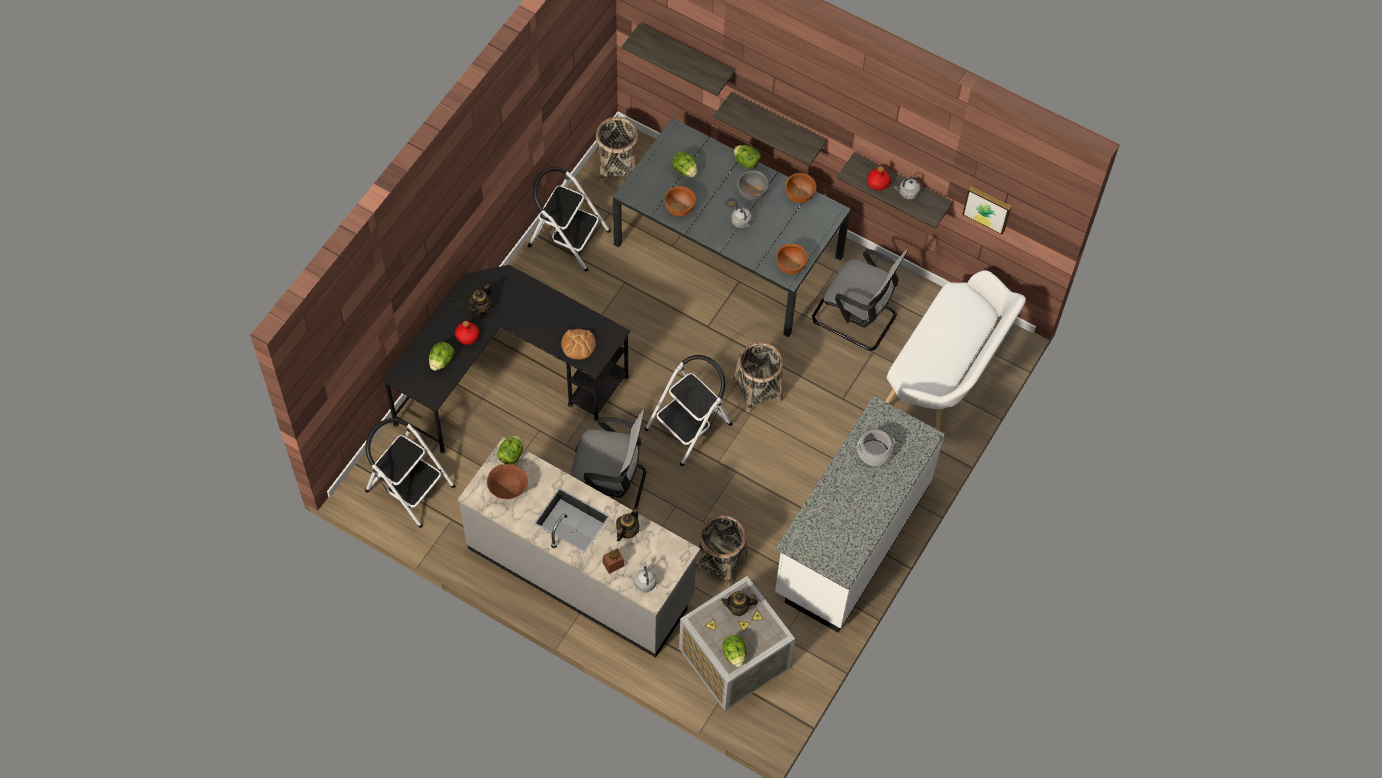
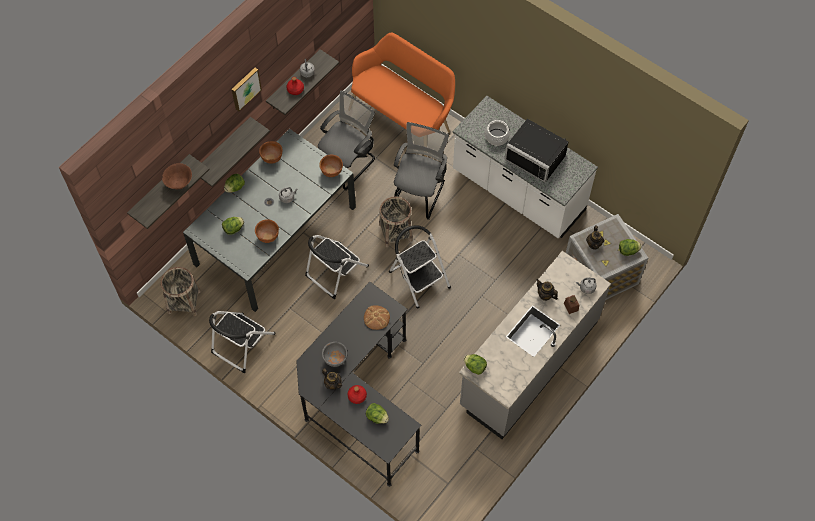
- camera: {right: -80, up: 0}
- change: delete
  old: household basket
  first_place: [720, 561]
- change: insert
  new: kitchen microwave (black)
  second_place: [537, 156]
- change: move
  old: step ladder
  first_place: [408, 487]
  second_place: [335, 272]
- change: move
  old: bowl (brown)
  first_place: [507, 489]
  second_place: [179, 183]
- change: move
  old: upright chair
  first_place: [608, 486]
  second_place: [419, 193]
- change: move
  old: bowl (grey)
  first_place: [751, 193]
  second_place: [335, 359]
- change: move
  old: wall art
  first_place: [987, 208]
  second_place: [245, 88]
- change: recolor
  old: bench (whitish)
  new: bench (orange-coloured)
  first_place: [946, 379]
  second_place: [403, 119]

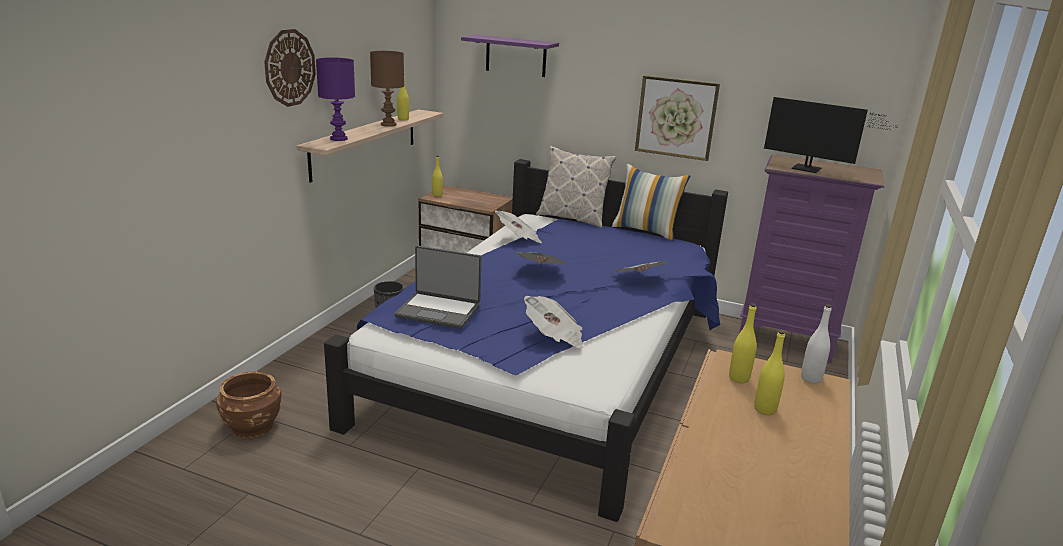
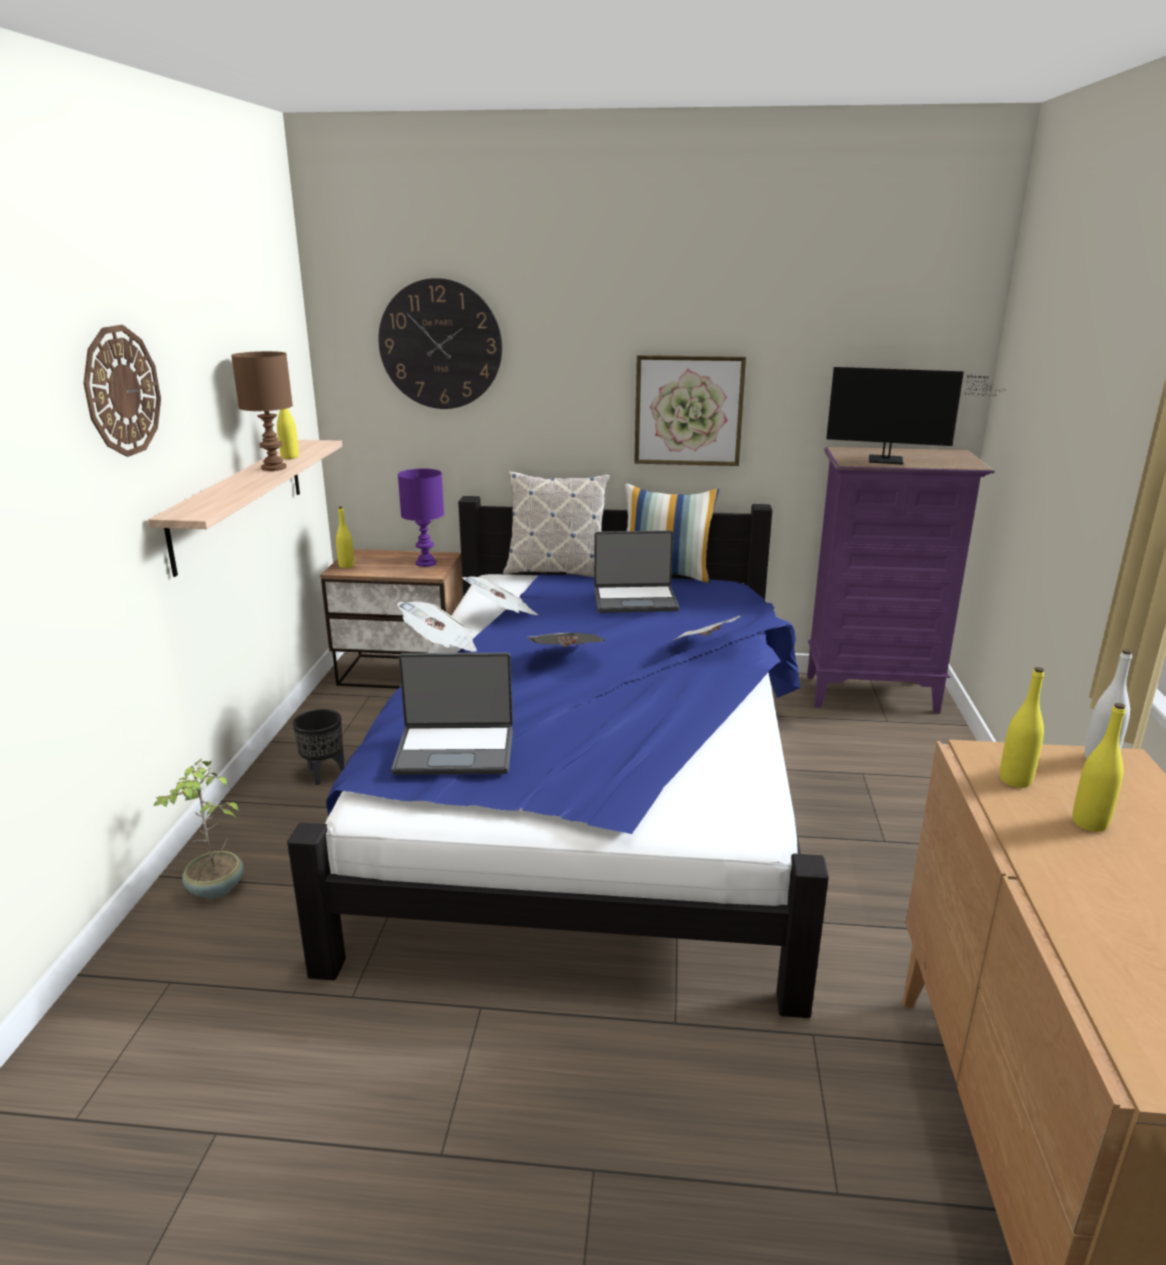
- camera: {right: -15, up: 0}
- change: delete
  old: planter (brown)
  first_place: [252, 426]
- change: insert
  new: plant in a pot
  second_place: [215, 889]
- change: insert
  new: notebook computer
  second_place: [635, 600]
- change: move
  old: lamp for a table (purplish)
  first_place: [339, 139]
  second_place: [426, 563]
- change: move
  old: printed paper
  first_place: [554, 337]
  second_place: [440, 645]
- change: replace
  old: shelf (purplish)
  new: wall clock
  first_place: [516, 56]
  second_place: [440, 344]

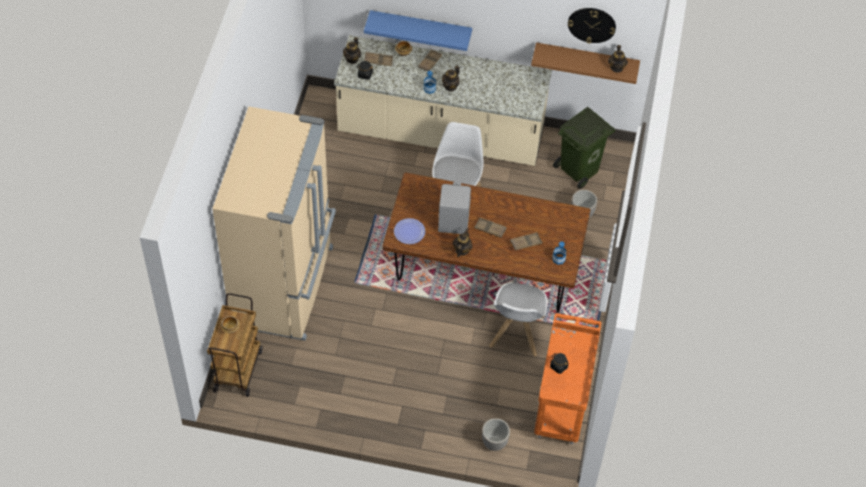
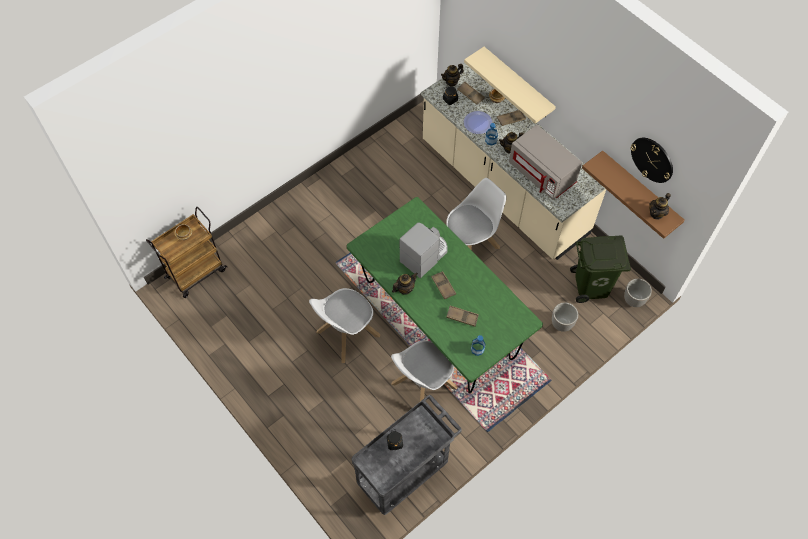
- camera: {right: 40, up: 5}
- change: delete
  old: kitchen fridge (beige)
  first_place: [285, 286]
- change: insert
  new: upright chair
  second_place: [346, 335]
- change: insert
  new: kitchen microwave (grey)
  second_place: [542, 173]
- change: move
  old: plate
  first_place: [409, 231]
  second_place: [478, 123]
- change: move
  old: planter
  first_place: [494, 443]
  second_place: [633, 300]
- change: recolor
  old: shelf (bluish)
  new: shelf (beige)
  first_place: [420, 27]
  second_place: [517, 83]
- change: recolor
  old: dining table (brown)
  new: dining table (greenish)
  first_place: [482, 272]
  second_place: [438, 319]
- change: recolor
  old: wheeled cart (orange-coloured)
  new: wheeled cart (grey)
  first_place: [562, 404]
  second_place: [406, 472]

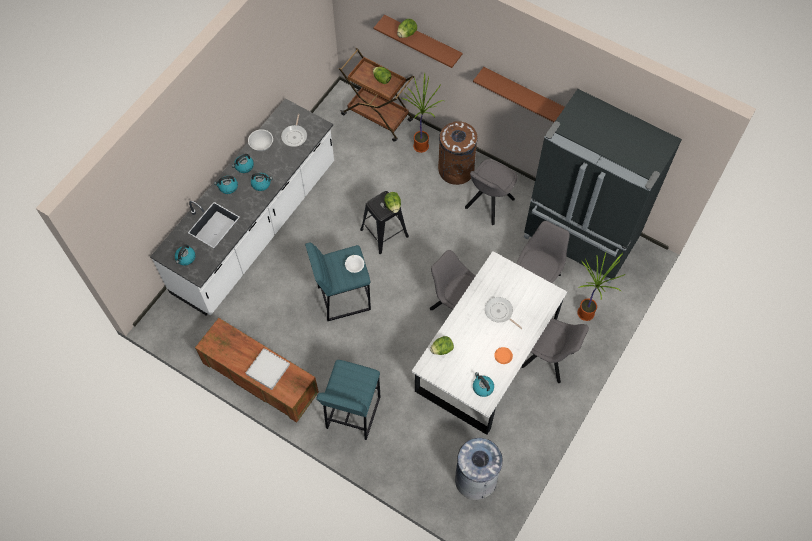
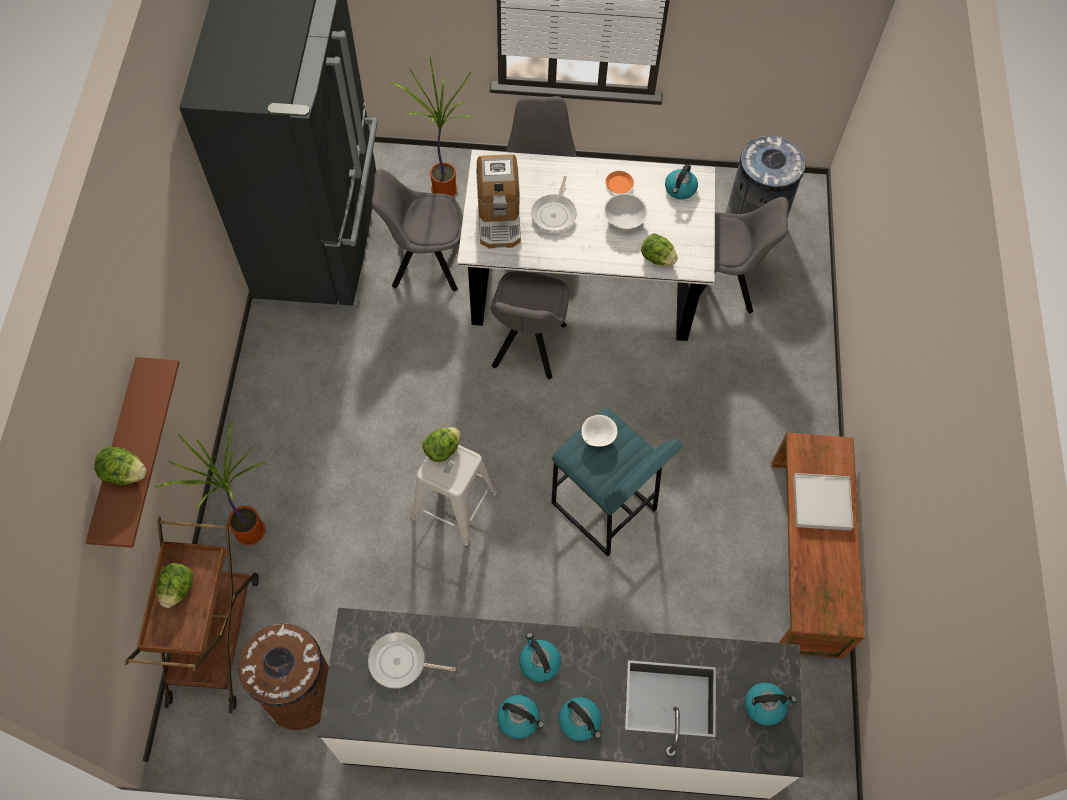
- camera: {right: -120, up: 0}
- change: delete
  old: sitting stool (turquoise-coloured)
  first_place: [352, 414]
- change: delete
  old: shelf (brown)
  first_place: [523, 93]
- change: insert
  new: coffee maker
  second_place: [499, 217]
- change: move
  old: bowl (whitish)
  first_place: [261, 145]
  second_place: [624, 220]
- change: move
  old: rubbish bin (brown)
  first_place: [456, 170]
  second_place: [300, 692]
- change: move
  old: upright chair (grey)
  first_place: [489, 203]
  second_place: [722, 285]
- change: recolor
  old: sitting stool (black)
  new: sitting stool (whitish)
  first_place: [384, 233]
  second_place: [454, 506]
- change: rotate
  old: pan
  first_place: [295, 136]
  second_place: [401, 662]
  degrees: -150

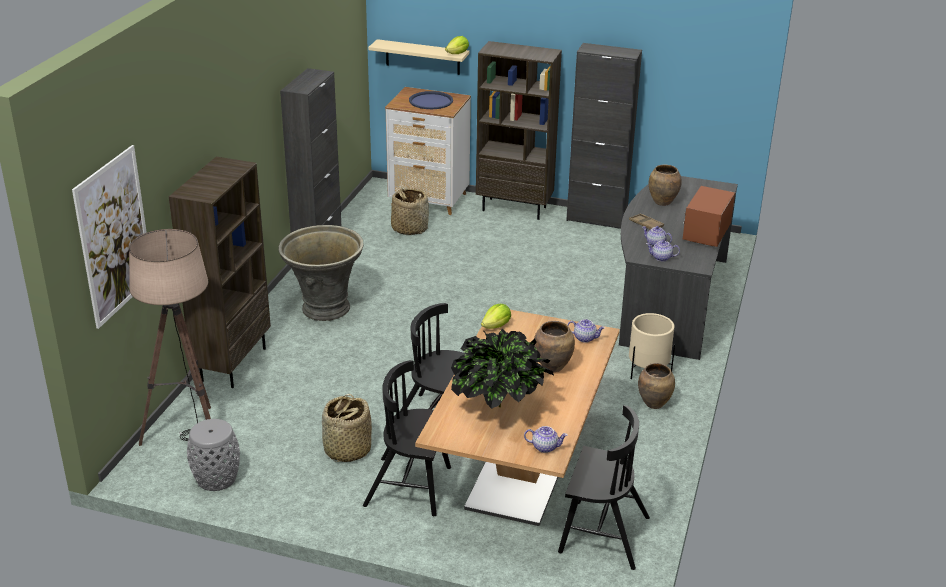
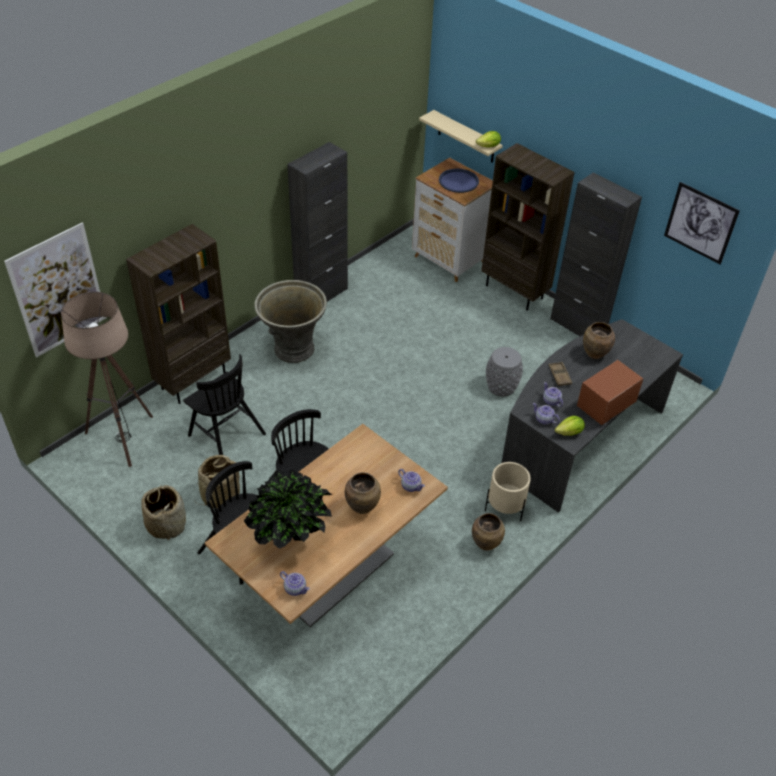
- camera: {right: 25, up: 15}
- change: insert
  new: wall art
  second_place: [700, 223]
- change: move
  old: sitting stool (grey)
  first_place: [216, 478]
  second_place: [501, 387]
- change: move
  old: household basket
  first_place: [409, 228]
  second_place: [166, 524]
- change: move
  old: lettuce
  first_place: [496, 326]
  second_place: [569, 433]
- change: move
  old: upright chair (black)
  first_place: [598, 533]
  second_place: [224, 432]

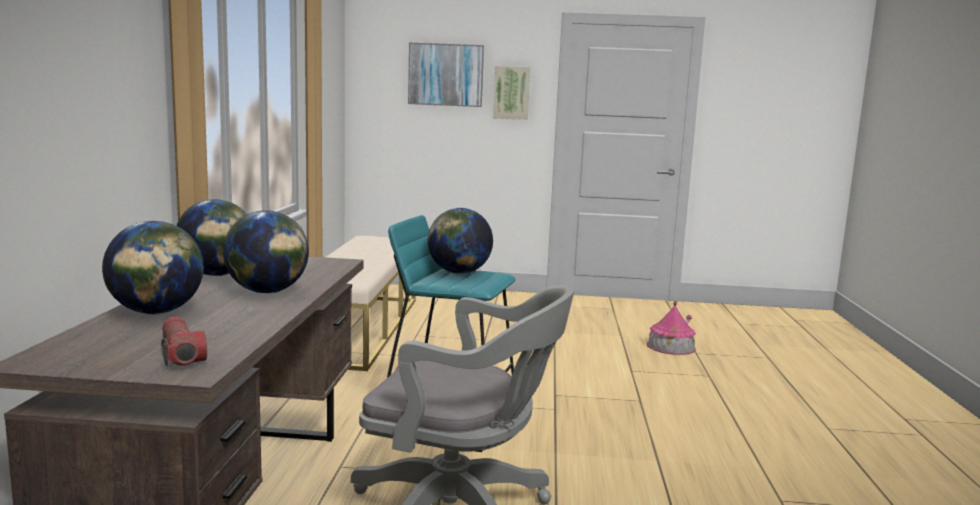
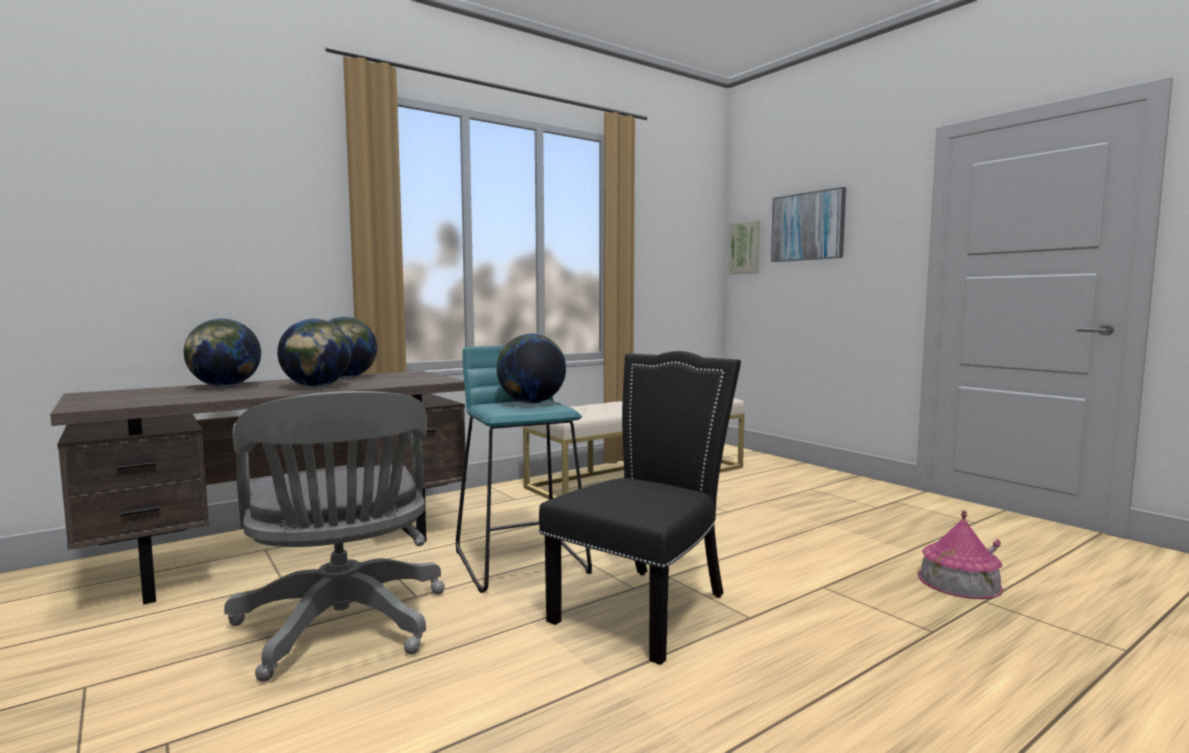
- camera: {right: 50, up: -5}
- change: delete
  old: flashlight
  first_place: [180, 353]
- change: insert
  new: upright chair (black)
  second_place: [642, 611]
- change: move
  old: wall art
  first_place: [511, 93]
  second_place: [745, 248]

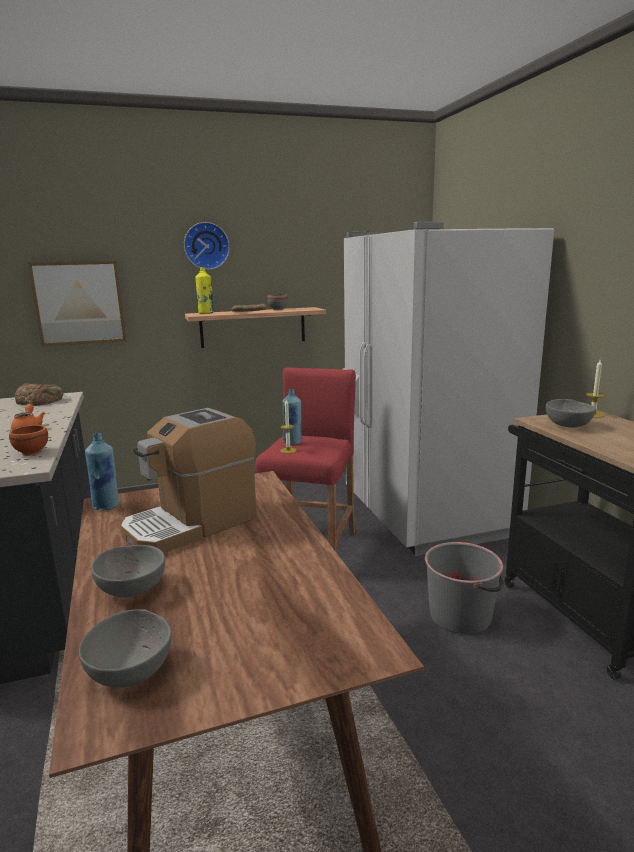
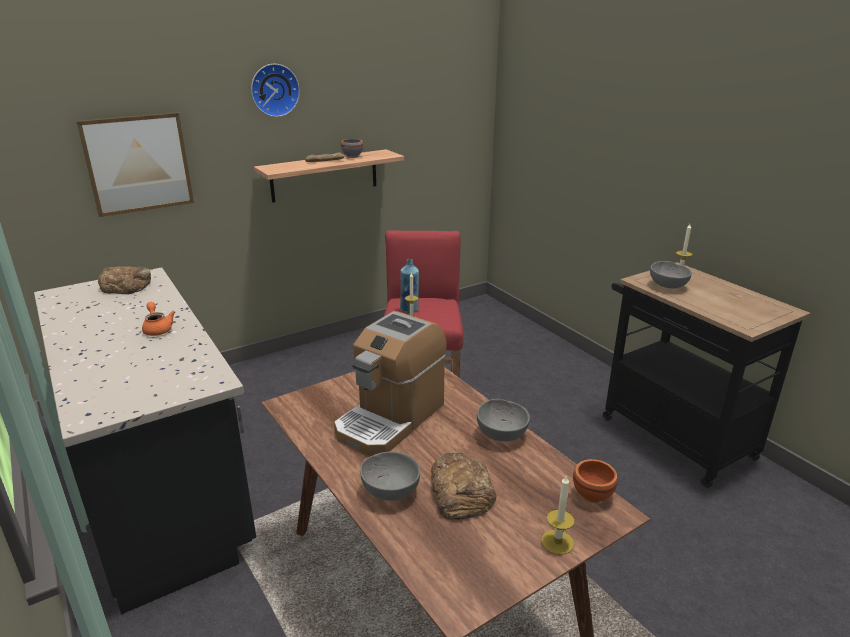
- camera: {right: -15, up: 10}
- change: delete
  old: bottle (bluish)
  first_place: [106, 506]
- change: delete
  old: bottle (yellow-coloured)
  first_place: [206, 313]
- change: delete
  old: kitchen fridge (whitish)
  first_place: [426, 511]
- change: delete
  old: bucket (grey)
  first_place: [461, 615]
- change: insert
  new: baked bread
  second_place: [461, 492]
- change: insert
  new: candle
  second_place: [557, 542]
- change: move
  old: bowl (brown)
  first_place: [32, 452]
  second_place: [591, 494]
- change: move
  old: bowl (grey)
  first_place: [132, 670]
  second_place: [502, 433]

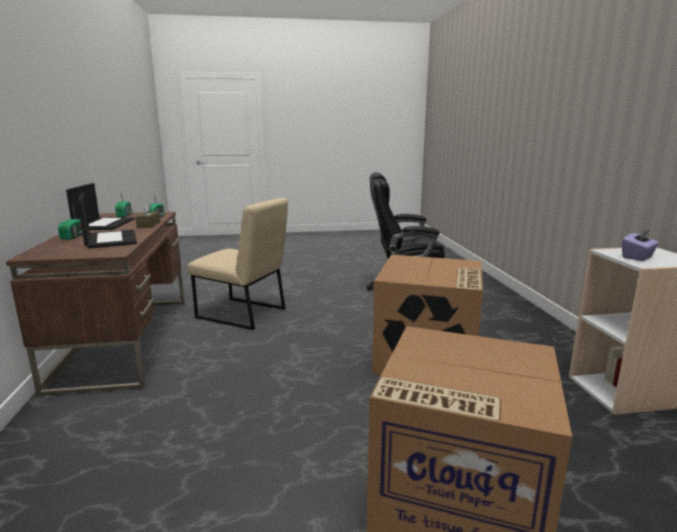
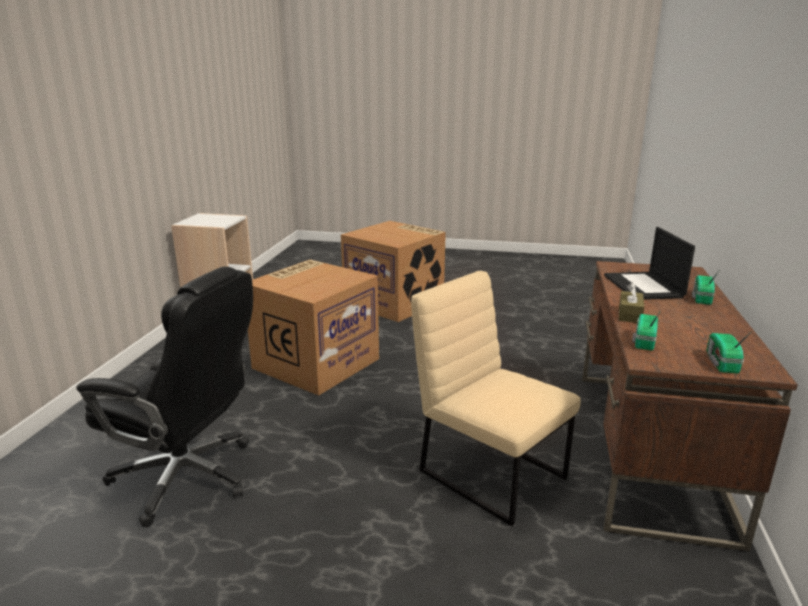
- camera: {right: -160, up: 5}
- change: delete
  old: notebook computer
  first_place: [104, 224]
- change: delete
  old: box of tissues (purplish)
  first_place: [638, 257]

